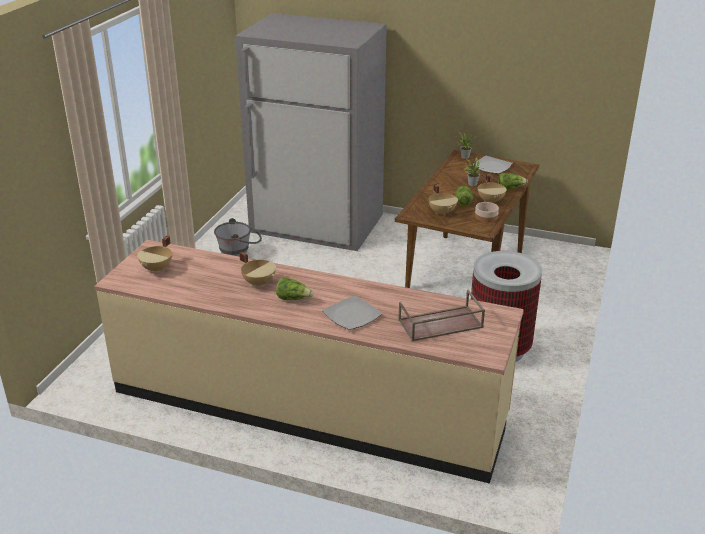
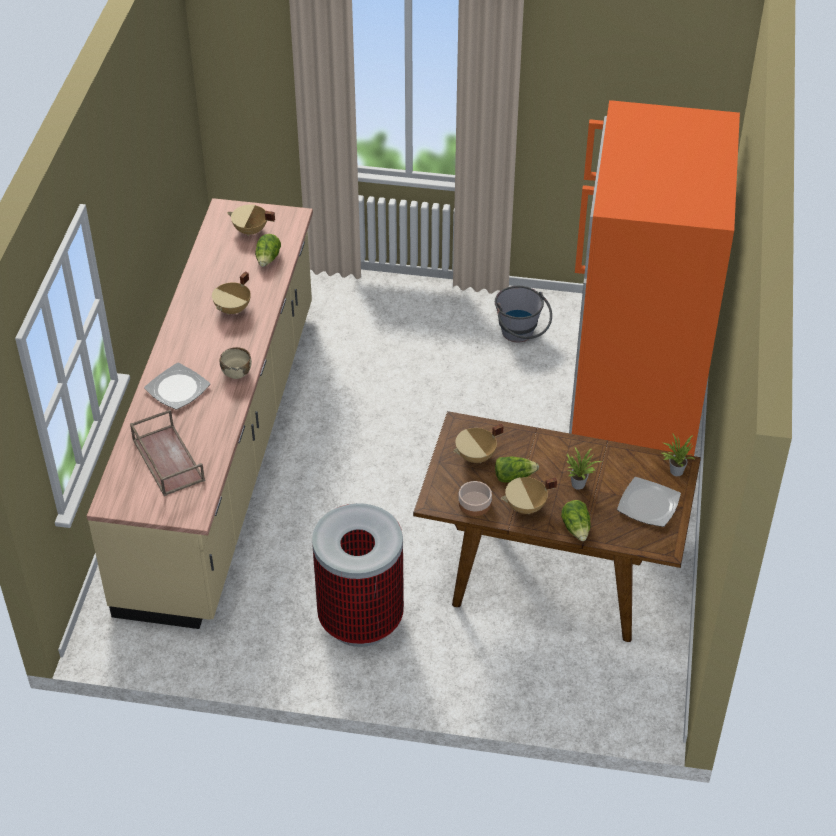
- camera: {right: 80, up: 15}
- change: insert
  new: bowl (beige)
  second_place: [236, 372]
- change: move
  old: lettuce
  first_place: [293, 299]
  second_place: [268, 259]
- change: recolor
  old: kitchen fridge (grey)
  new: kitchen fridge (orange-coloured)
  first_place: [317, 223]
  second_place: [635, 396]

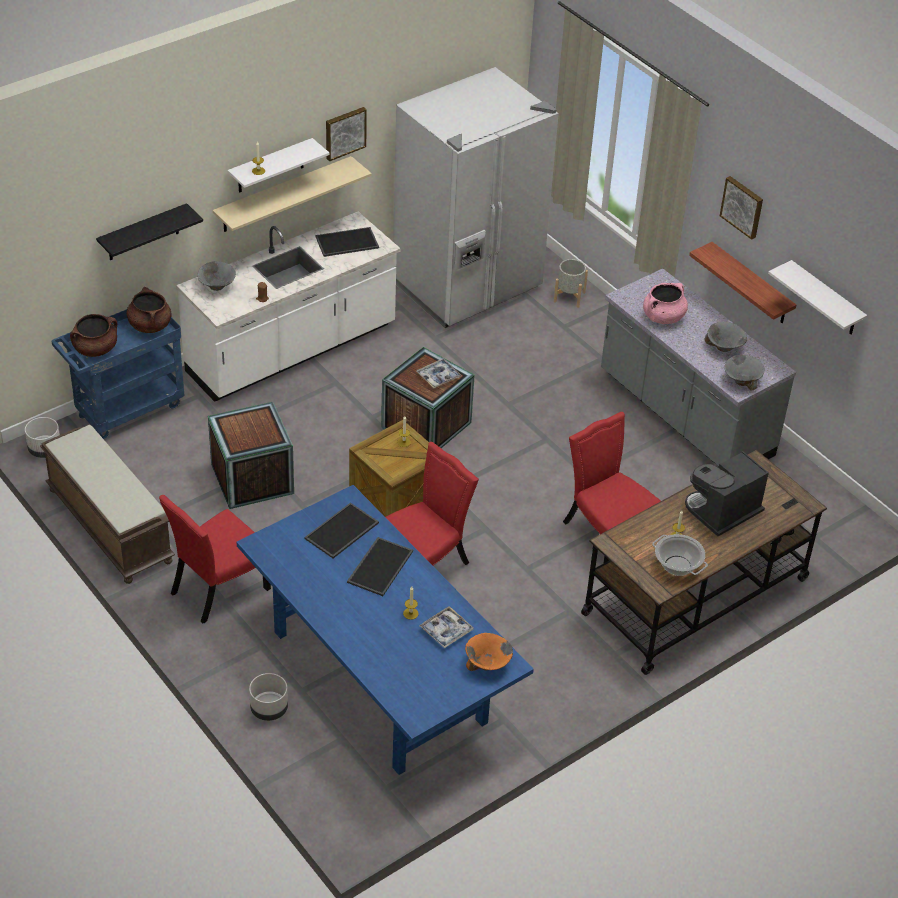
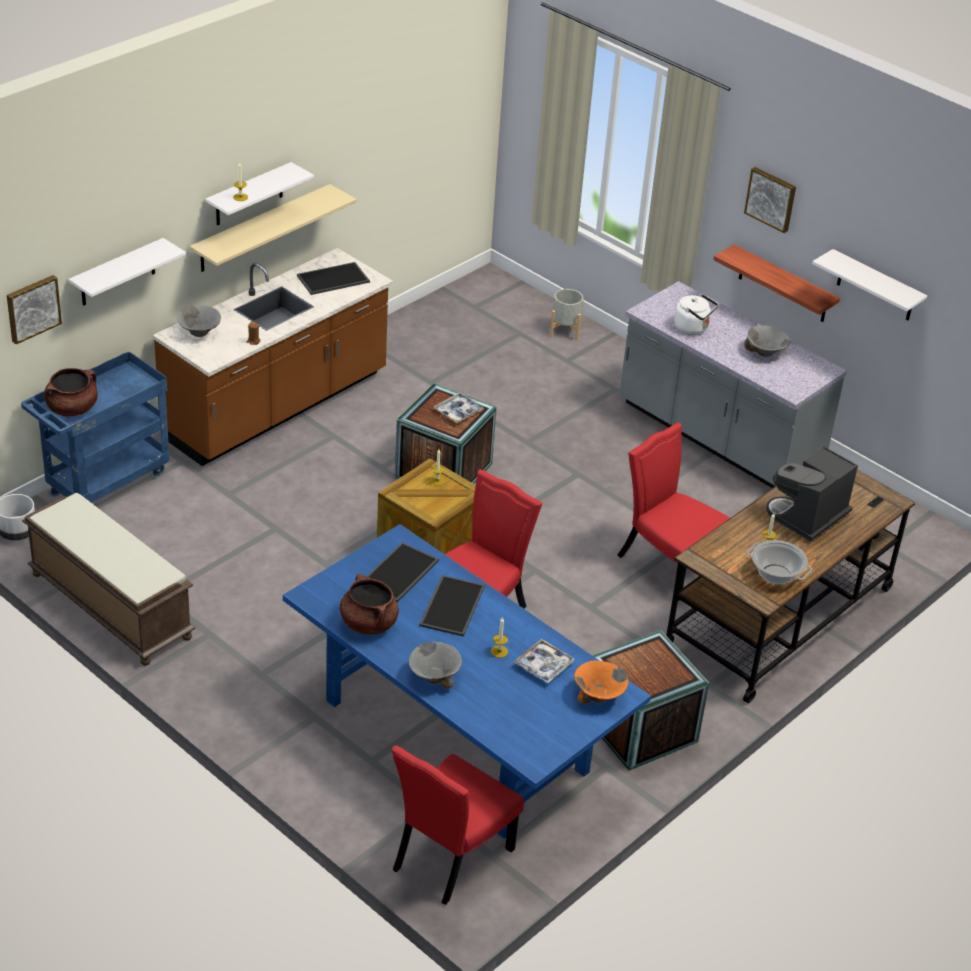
- camera: {right: -10, up: -5}
- change: delete
  old: planter (grey)
  first_place: [268, 709]
- change: delete
  old: kitchen fridge (whitish)
  first_place: [468, 286]
- change: move
  old: stockpot (brown)
  first_place: [149, 325]
  second_place: [368, 623]
- change: move
  old: upright chair (red)
  first_place: [220, 588]
  second_place: [452, 856]
- change: move
  old: packing crate
  first_place: [252, 479]
  second_place: [640, 728]
- change: move
  old: wall art
  first_place: [344, 132]
  second_place: [32, 308]
- change: move
  old: bowl (grey)
  first_place: [742, 381]
  second_place: [434, 676]
- change: replace
  old: stockpot (pink-coloured)
  new: kettle (whitish)
  first_place: [663, 317]
  second_place: [693, 328]
- change: recolor
  old: shelf (black)
  new: shelf (whitish)
  first_place: [143, 233]
  second_place: [117, 273]
- change: recolor
  old: kitchen counter (whitish)
  new: kitchen counter (brown)
  first_place: [292, 351]
  second_place: [277, 407]

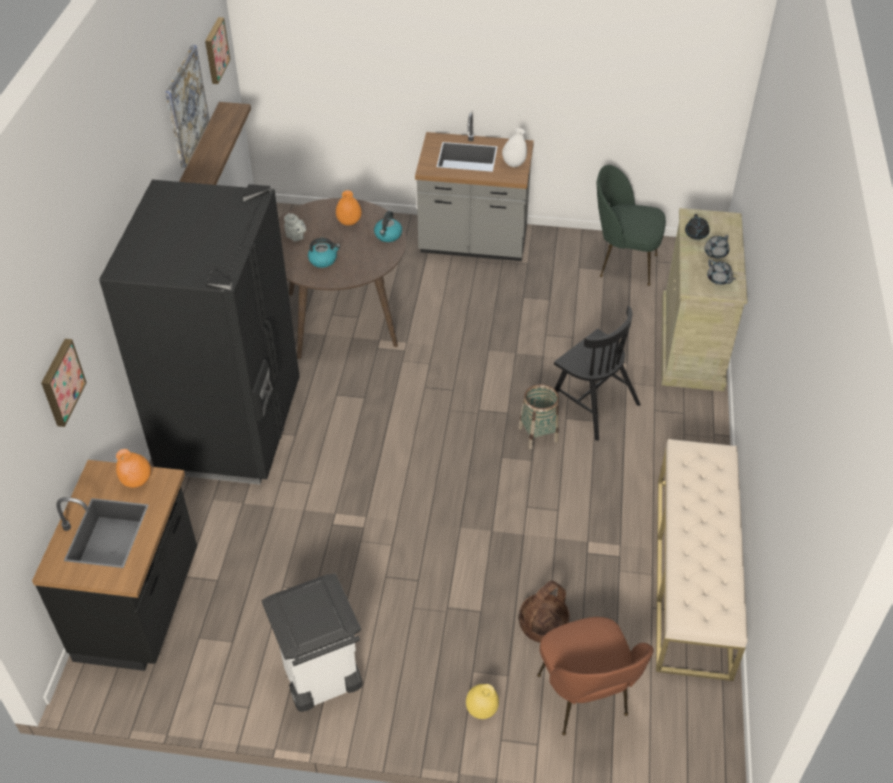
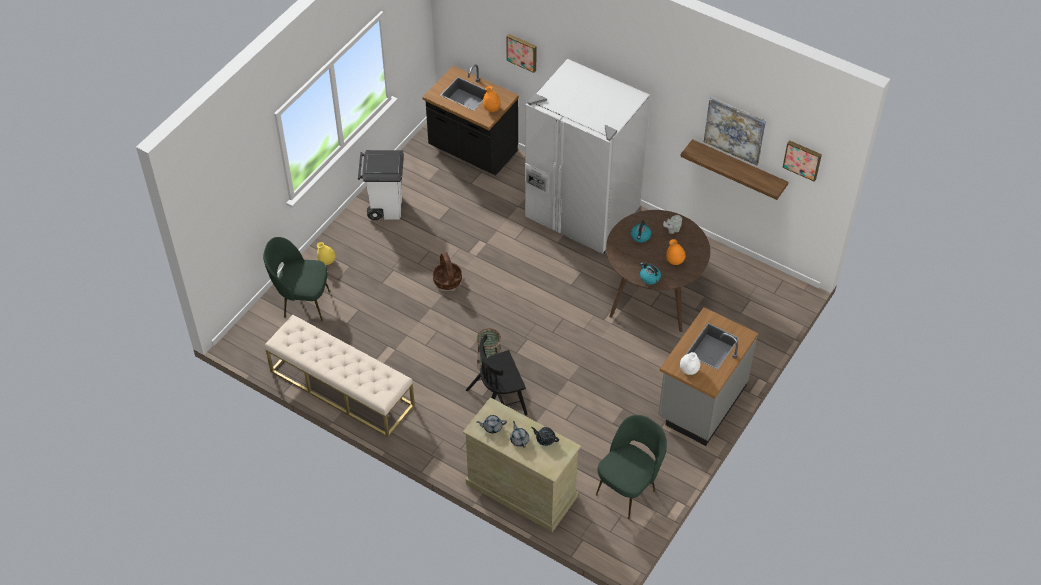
- camera: {right: 115, up: 5}
- change: move
  old: household basket
  first_place: [543, 624]
  second_place: [448, 280]
- change: recolor
  old: kitchen fridge (black)
  new: kitchen fridge (whitish)
  first_place: [231, 426]
  second_place: [582, 216]
- change: recolor
  old: upright chair (brown)
  new: upright chair (greenish)
  first_place: [584, 702]
  second_place: [302, 303]

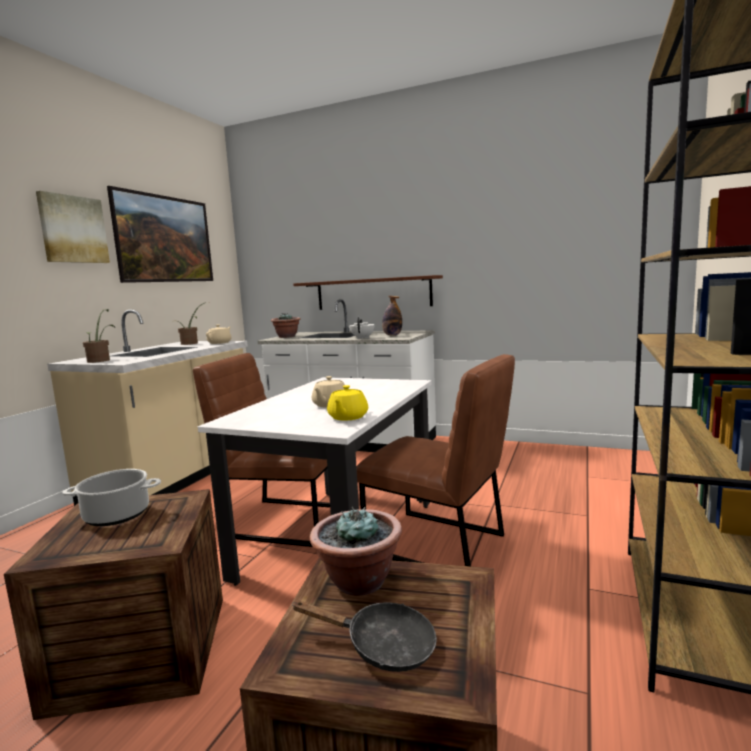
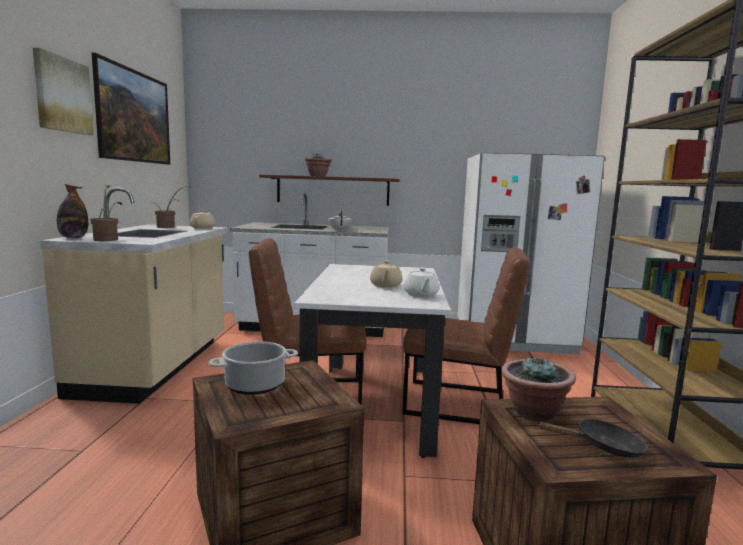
- camera: {right: -20, up: 0}
- change: insert
  new: kitchen fridge (whitish)
  second_place: [513, 339]
- change: move
  old: plant in a pot
  first_place: [287, 336]
  second_place: [318, 176]
- change: move
  old: bottle
  first_place: [392, 335]
  second_place: [73, 238]
- change: recolor
  old: tea pot (yellow-coloured)
  new: tea pot (whitish)
  first_place: [347, 417]
  second_place: [421, 295]

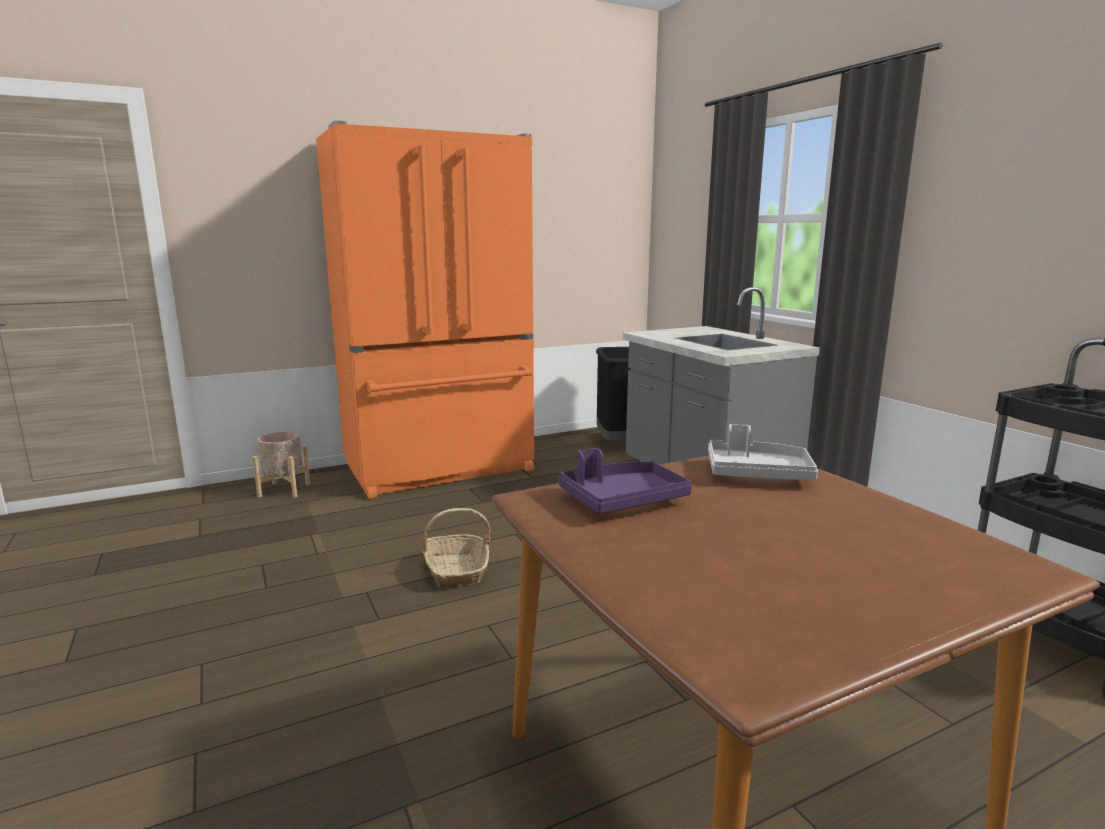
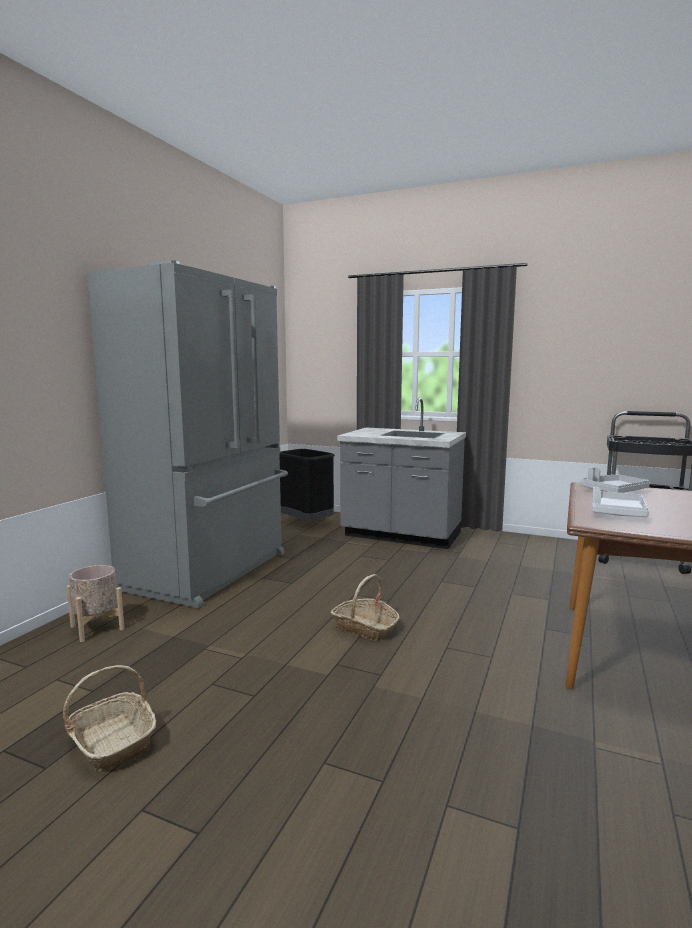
- camera: {right: -40, up: -5}
- change: insert
  new: household basket
  second_place: [112, 741]
- change: recolor
  old: kitchen fridge (orange-coloured)
  new: kitchen fridge (grey)
  first_place: [441, 468]
  second_place: [211, 571]
- change: recolor
  old: tray (purplish)
  new: tray (whitish)
  first_place: [622, 500]
  second_place: [617, 513]

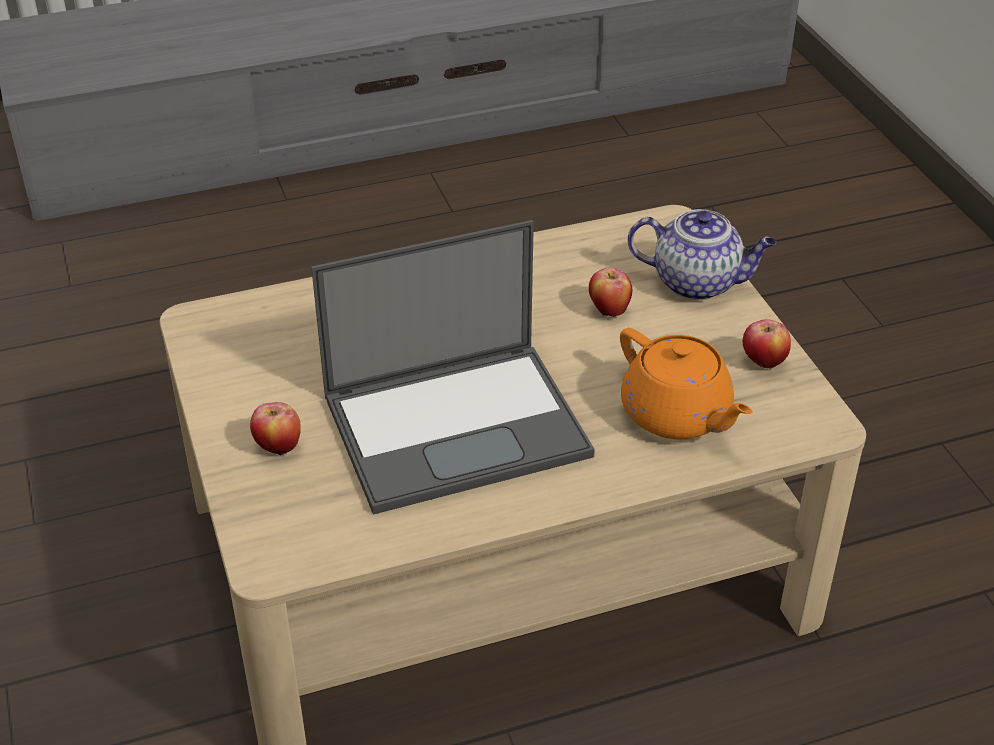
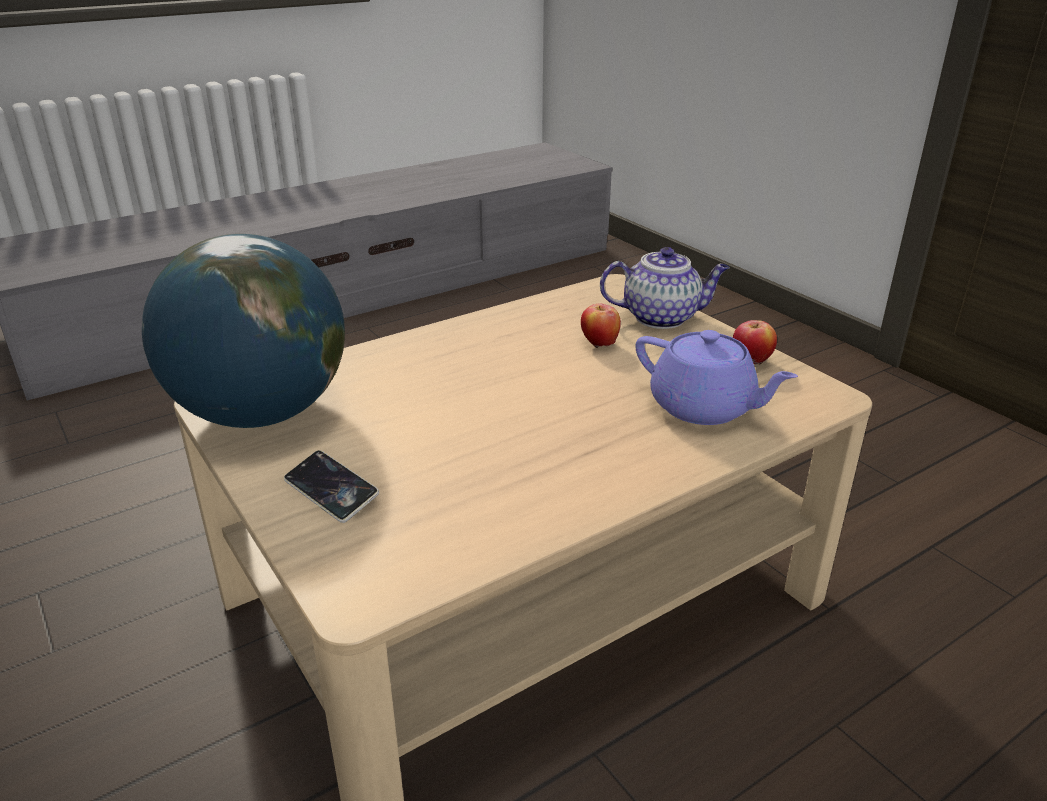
- camera: {right: -15, up: -10}
- change: delete
  old: notebook computer
  first_place: [459, 424]
- change: insert
  new: world globe
  second_place: [262, 414]
- change: replace
  old: apple fruit
  new: handset
  first_place: [278, 448]
  second_place: [331, 491]
- change: recolor
  old: tea pot (orange-coloured)
  new: tea pot (purplish)
  first_place: [677, 415]
  second_place: [704, 407]

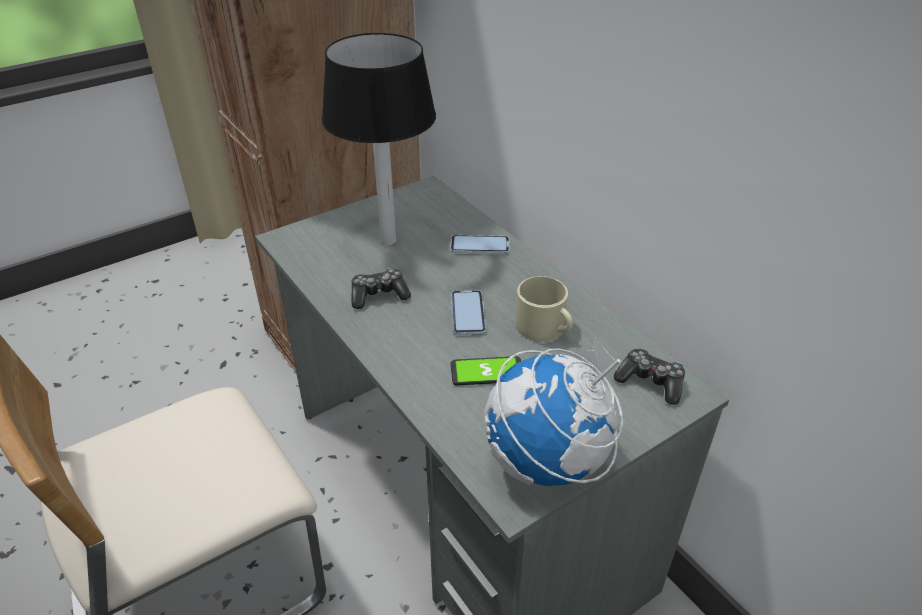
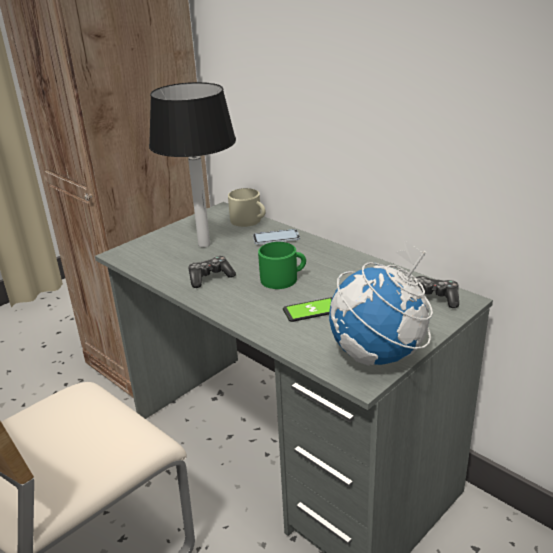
- camera: {right: -10, up: -10}
- change: move
  old: coffee mug (beige)
  first_place: [544, 328]
  second_place: [249, 221]
- change: replace
  old: handset
  new: coffee mug (greenish)
  first_place: [468, 313]
  second_place: [283, 279]

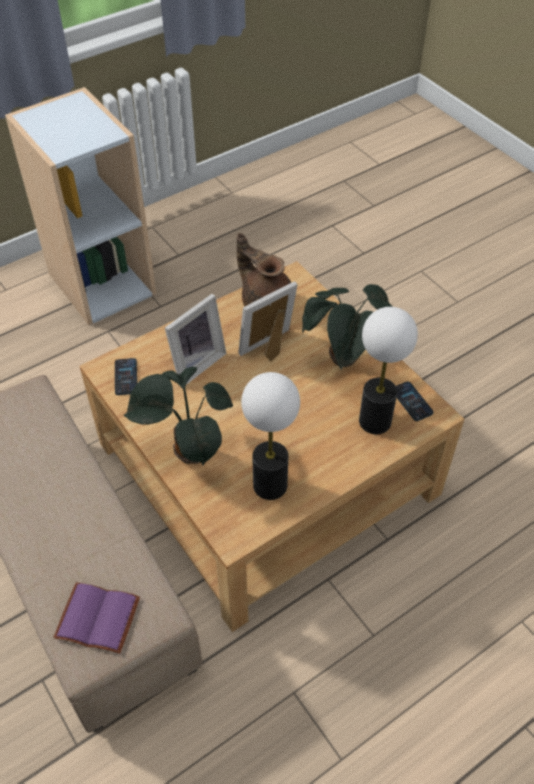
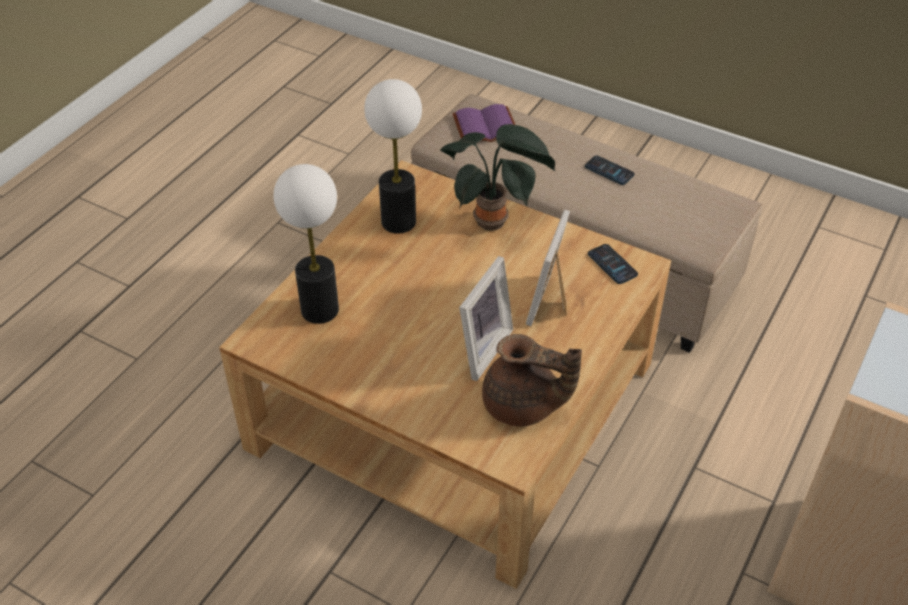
- camera: {right: 155, up: -5}
- change: delete
  old: plant in a pot
  first_place: [343, 361]
- change: move
  old: handset
  first_place: [412, 401]
  second_place: [609, 171]

